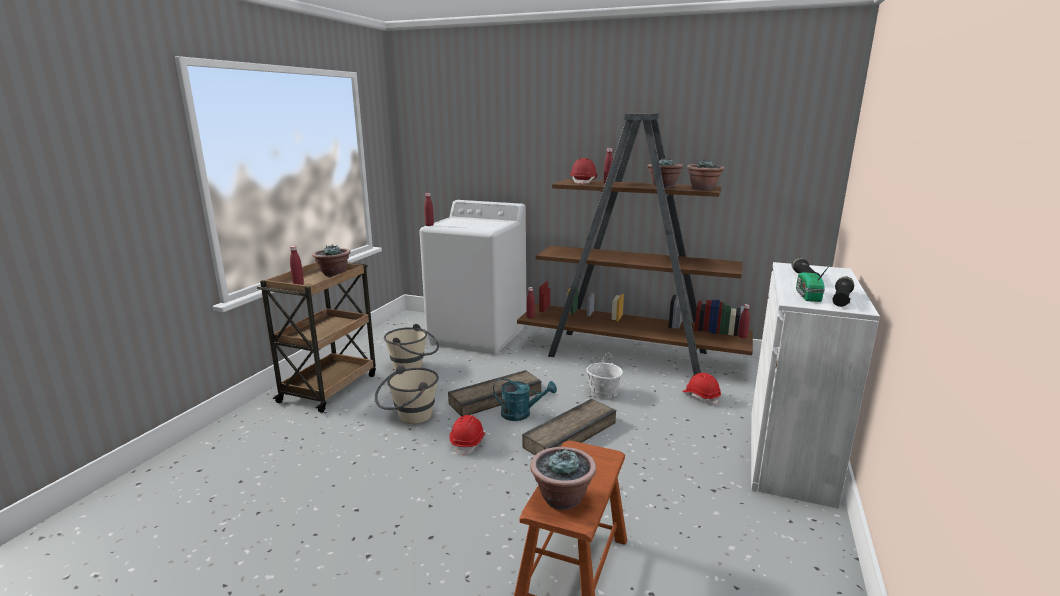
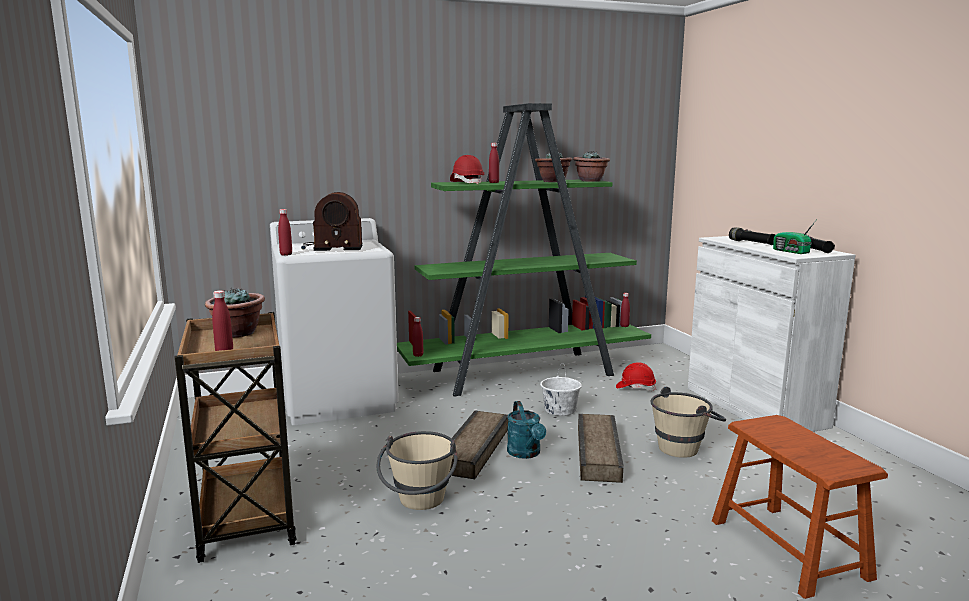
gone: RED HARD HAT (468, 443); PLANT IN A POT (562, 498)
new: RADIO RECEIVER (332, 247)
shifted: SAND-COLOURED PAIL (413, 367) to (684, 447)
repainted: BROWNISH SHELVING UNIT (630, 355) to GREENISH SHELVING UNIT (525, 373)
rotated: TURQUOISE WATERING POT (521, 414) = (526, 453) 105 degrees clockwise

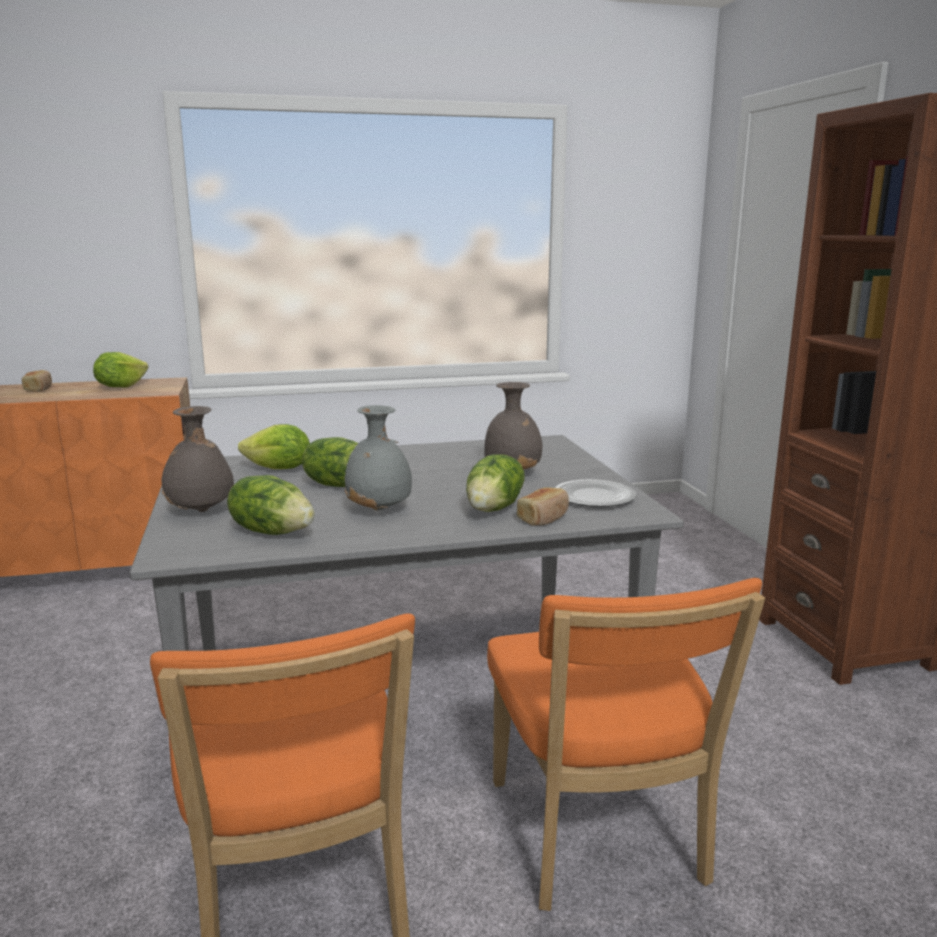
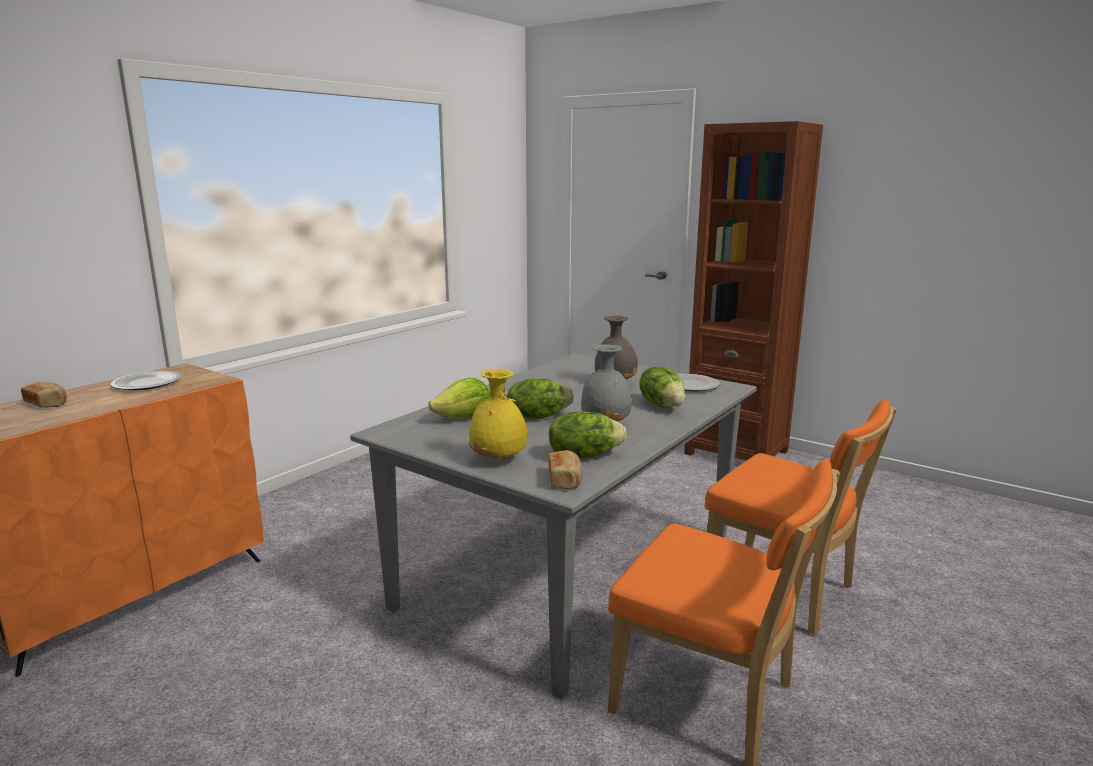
shifted: BAKED BREAD (544, 518) to (565, 480)
swapped: HEAD OF LETTUCE (120, 386) to DINNER PLATE (146, 383)
repainted: GREYISH VASE (201, 511) to YELLOWISH VASE (499, 459)

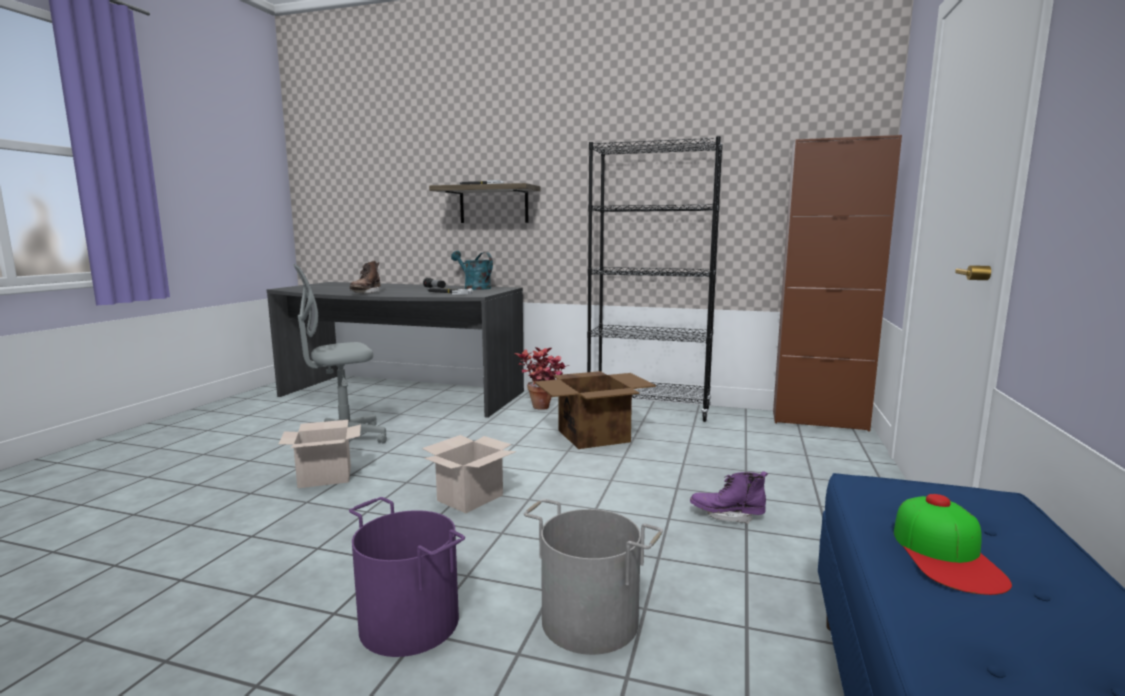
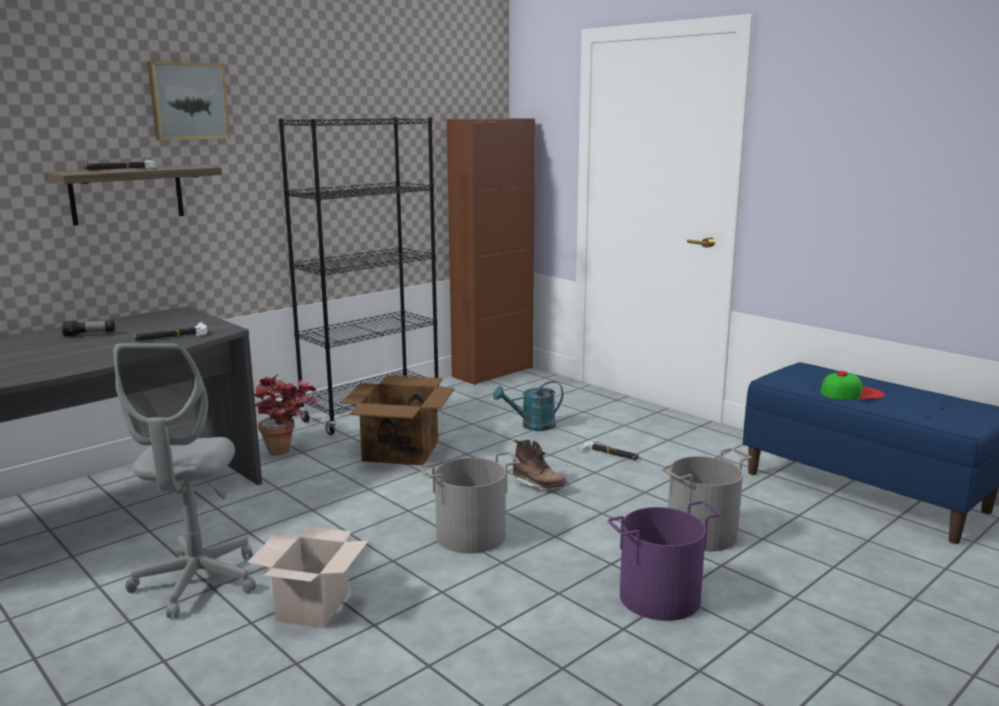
new: PICTURE (188, 101)
shifted: BROWNISH HIGH-TOP BOOT (366, 293) to (538, 486); TURQUOISE WATERING POT (474, 288) to (532, 426)
swapped: CARTON (470, 497) to GREYISH PAIL (470, 535); PURPLE HIGH-TOP BOOT (727, 516) to HAND HAMMER (609, 454)
rotated: BASEBALL CAP (946, 555) = (851, 393) 45 degrees counterclockwise

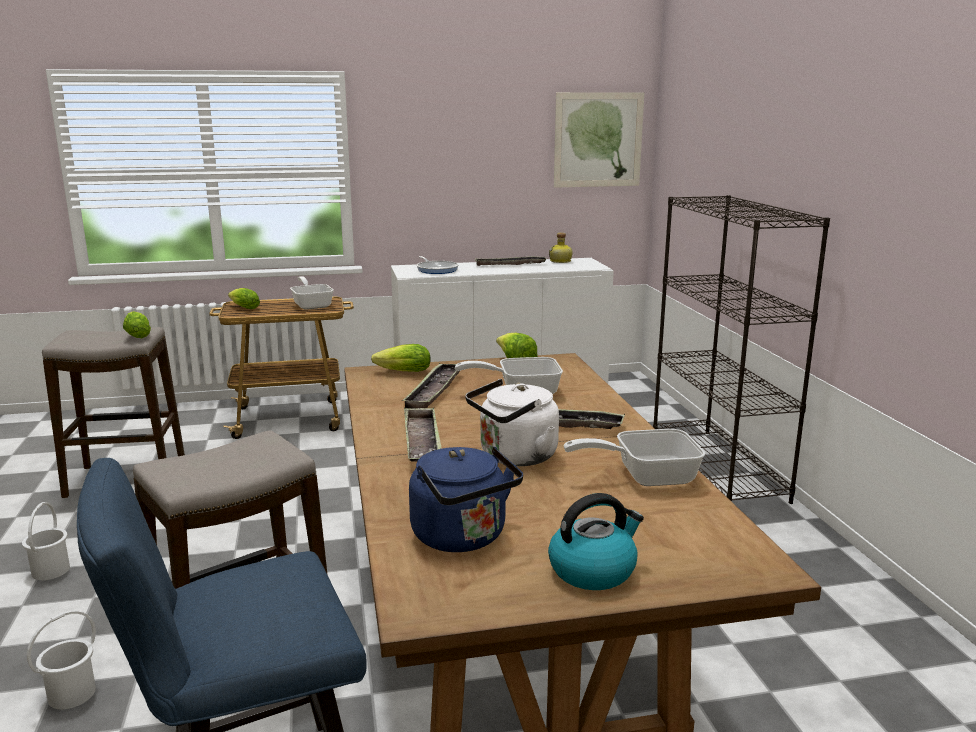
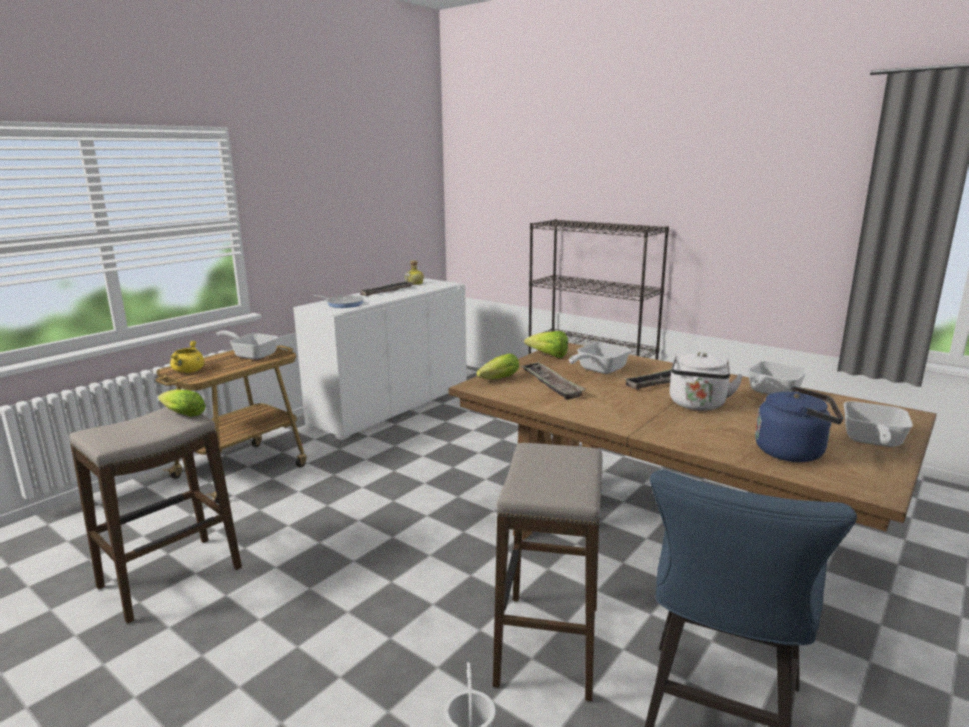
gone: WHITE PAIL (50, 571); TRAY (422, 442); PICTURE (598, 140)
swapped: HEAD OF LETTUCE (243, 308) to YELLOWISH SAUCEPOT (189, 371); TEA KETTLE (593, 570) to FRYING PAN (871, 442)

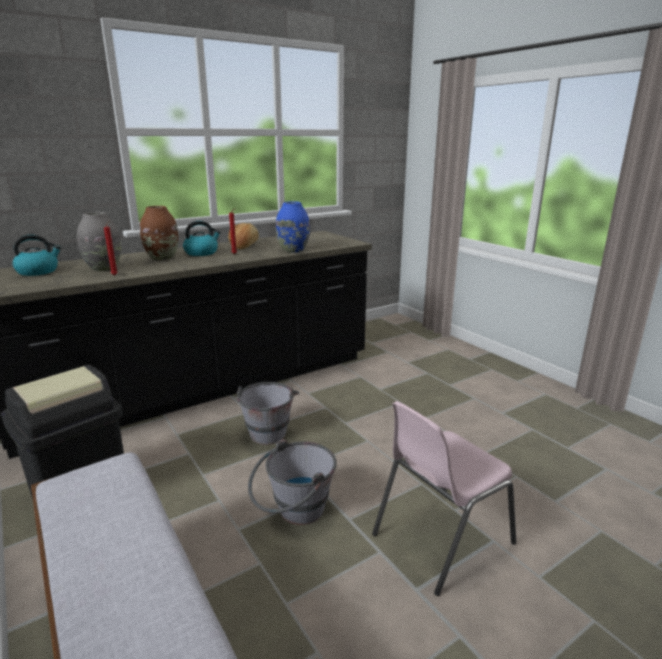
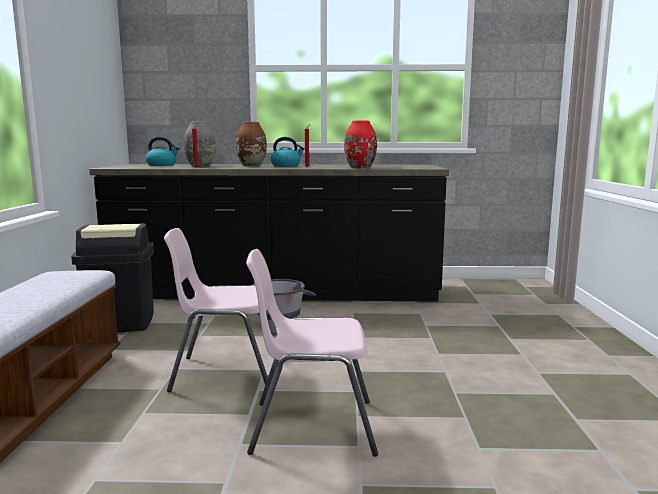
gone: BAKED BREAD (244, 246)
swapped: GREYISH PAIL (293, 513) to PINK UPRIGHT CHAIR (224, 373)
repainted: BLUE VASE (293, 250) to RED VASE (360, 168)

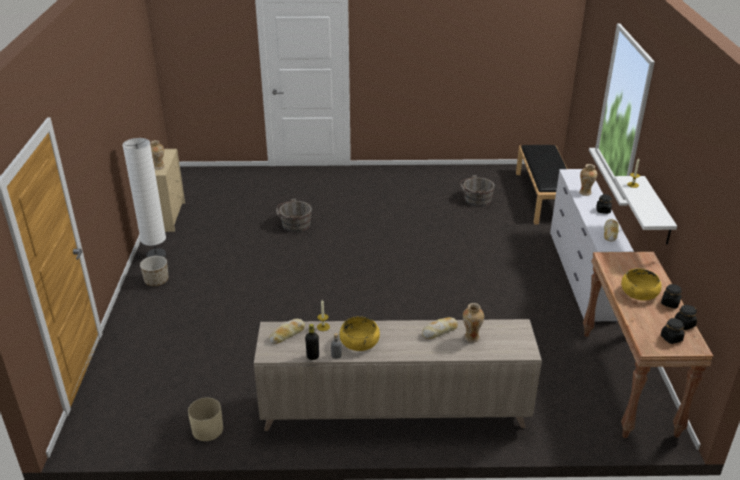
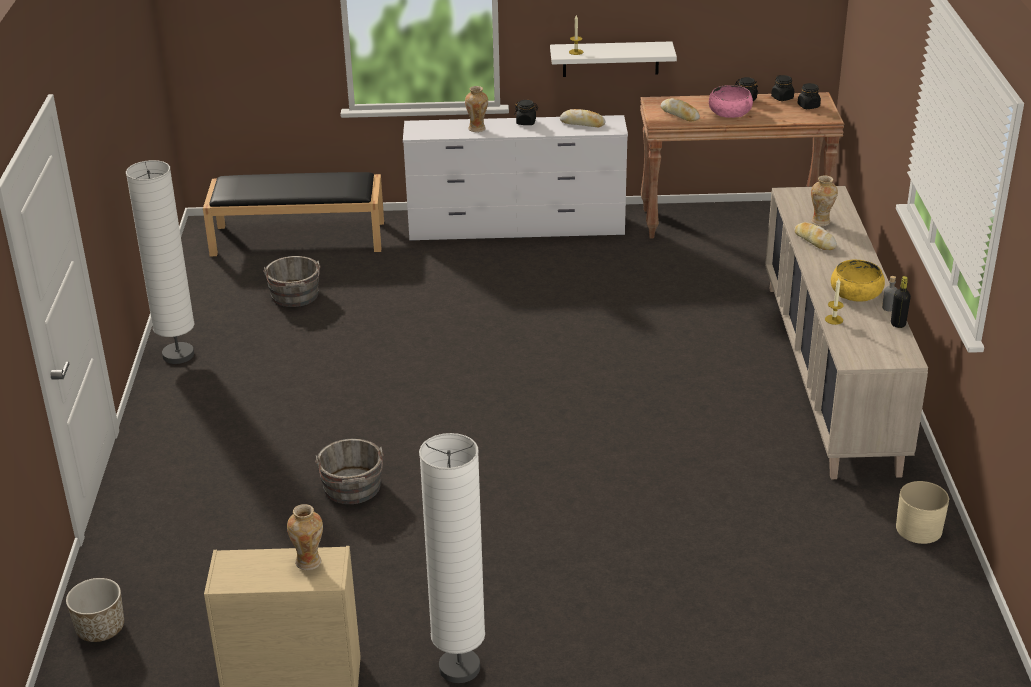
new: WHITE FLOOR LAMP (178, 355)
shifted: PLANT POT (156, 281) to (100, 628); BAKED BREAD (287, 334) to (679, 114)
repainted: YELLOWISH SERVING BOWL (639, 293) to PINK SERVING BOWL (730, 112)

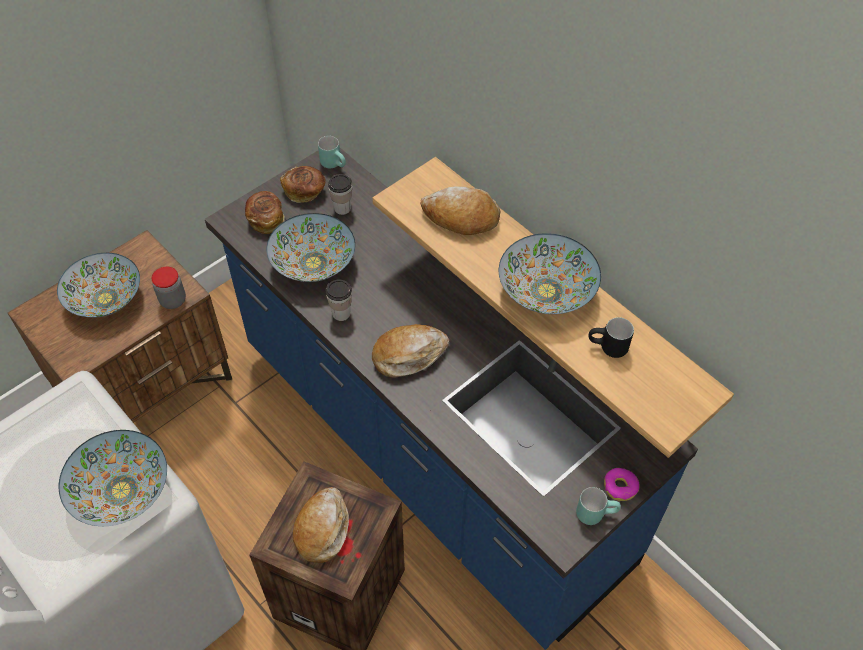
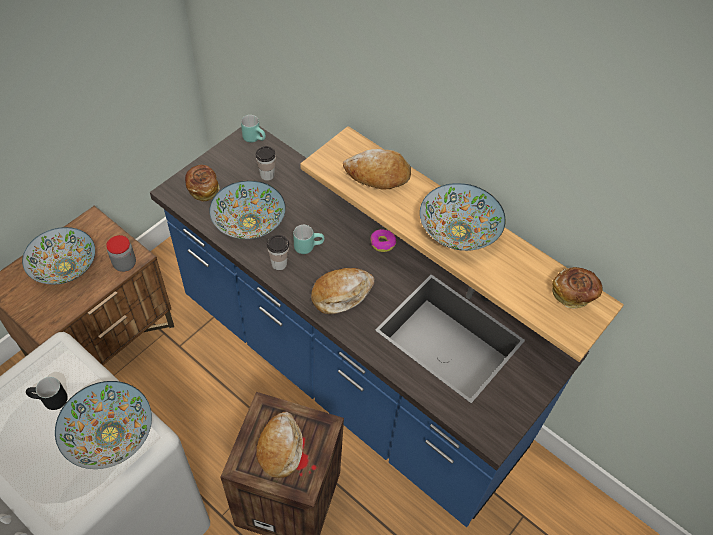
shifted: BAKED BREAD (305, 191) to (573, 293); TURQUOISE TEA MUG (595, 512) to (308, 246); BLACKISH TEA MUG (607, 349) to (50, 401); DOUGHNUT (620, 487) to (382, 243)

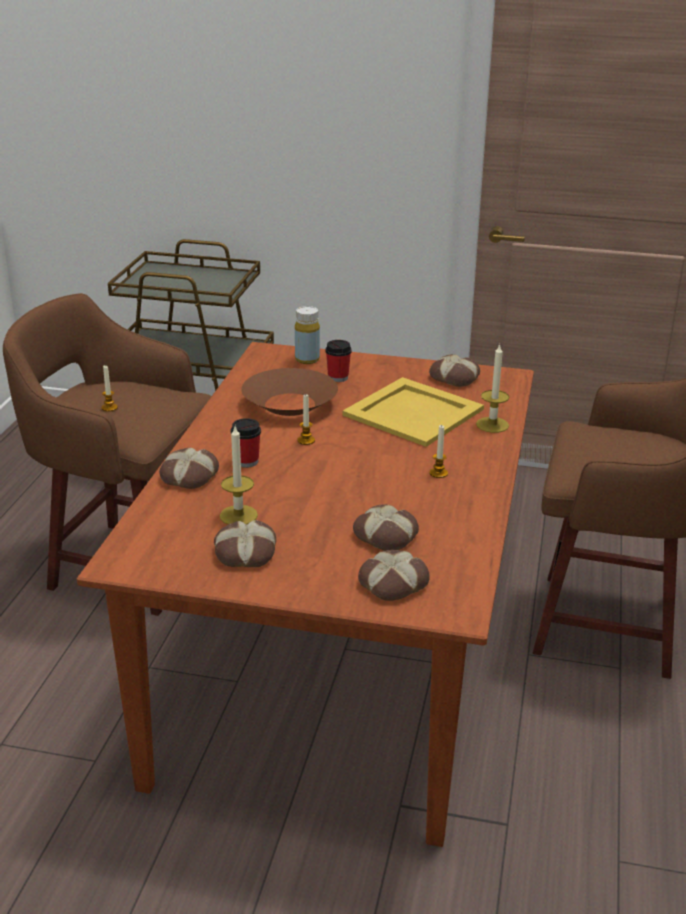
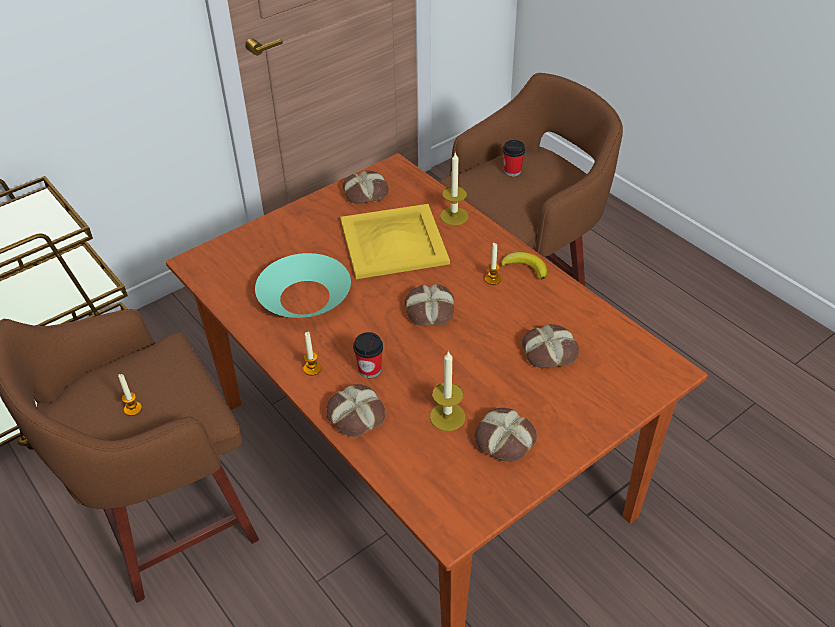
gone: YELLOWISH BOTTLE (307, 359)
new: BANANA FRUIT (525, 267)
shifted: WAX LIGHT (306, 440) to (312, 369); DRINKING CUP (338, 377) to (512, 171); BAKED BREAD (392, 582) to (429, 310)
repainted: BROWNISH SERVING BOWL (289, 404) to TURQUOISE SERVING BOWL (304, 297)

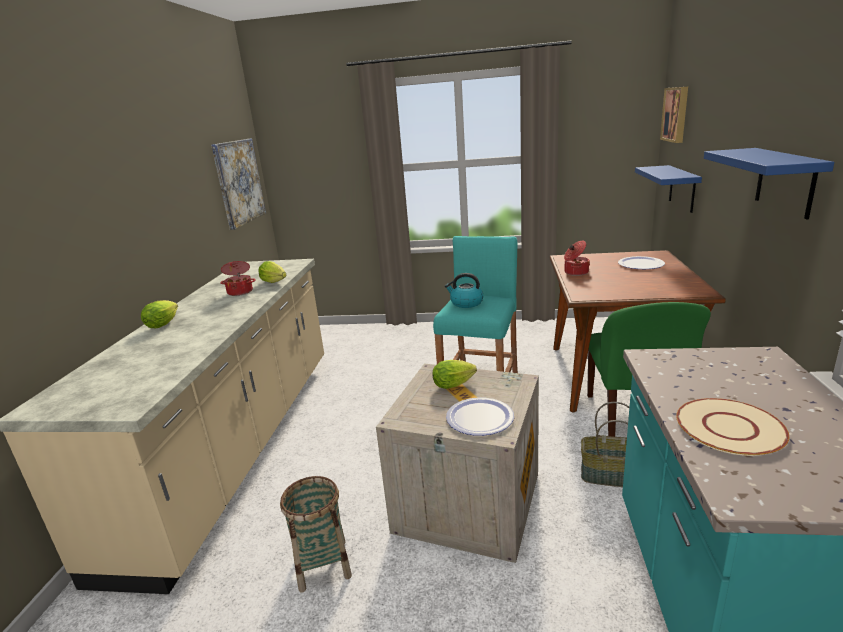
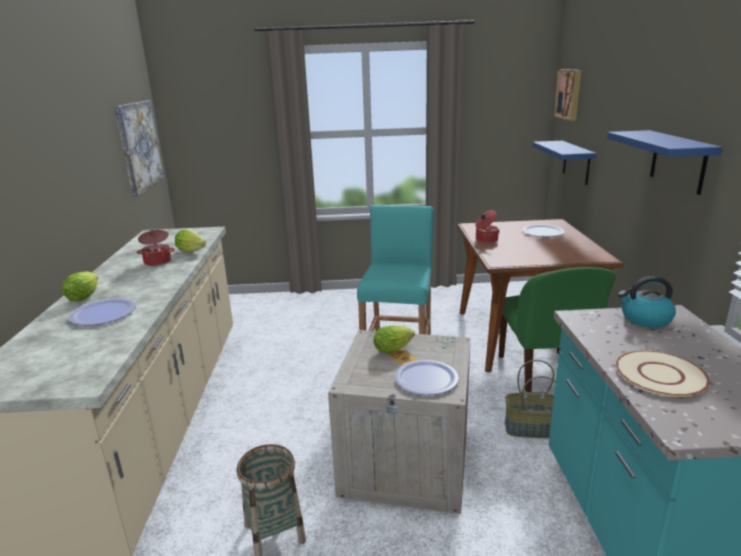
new: DINNER PLATE (103, 314)
shifted: TEA KETTLE (466, 303) to (645, 319)

